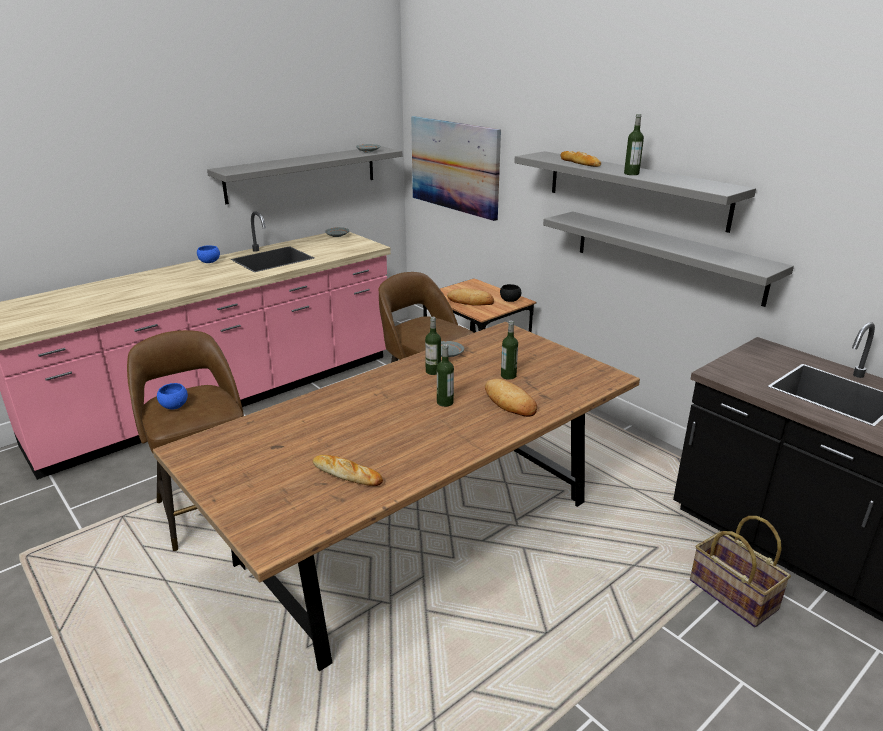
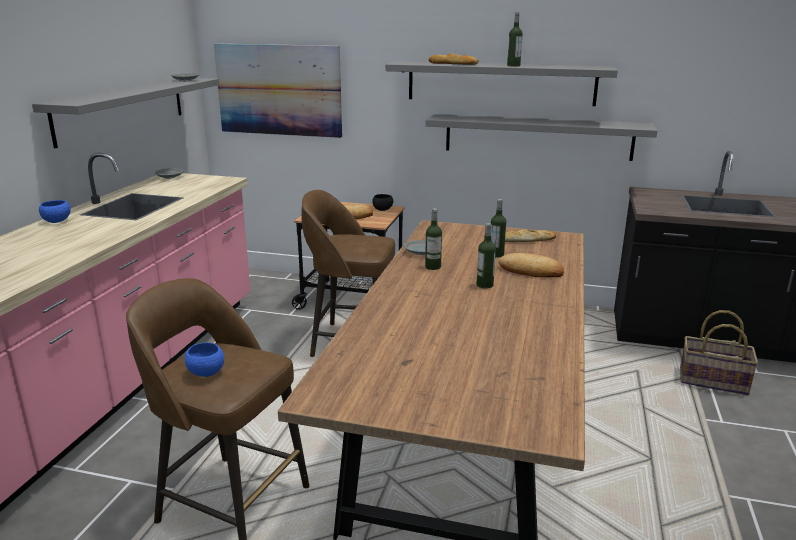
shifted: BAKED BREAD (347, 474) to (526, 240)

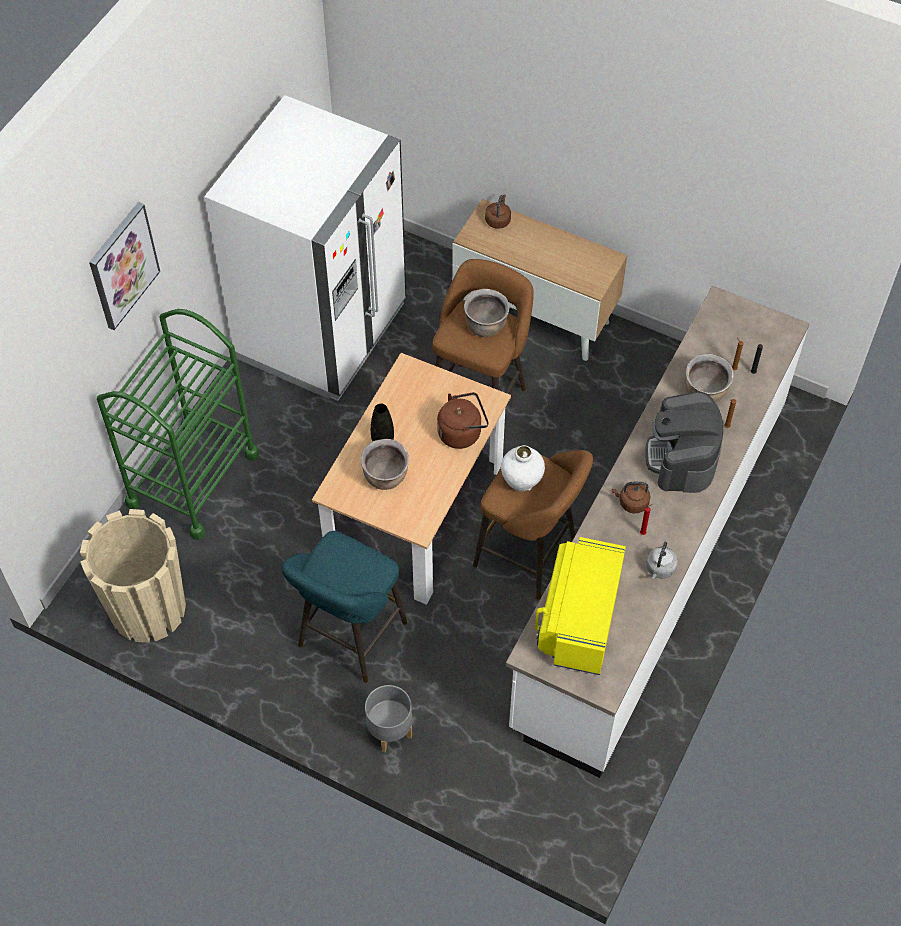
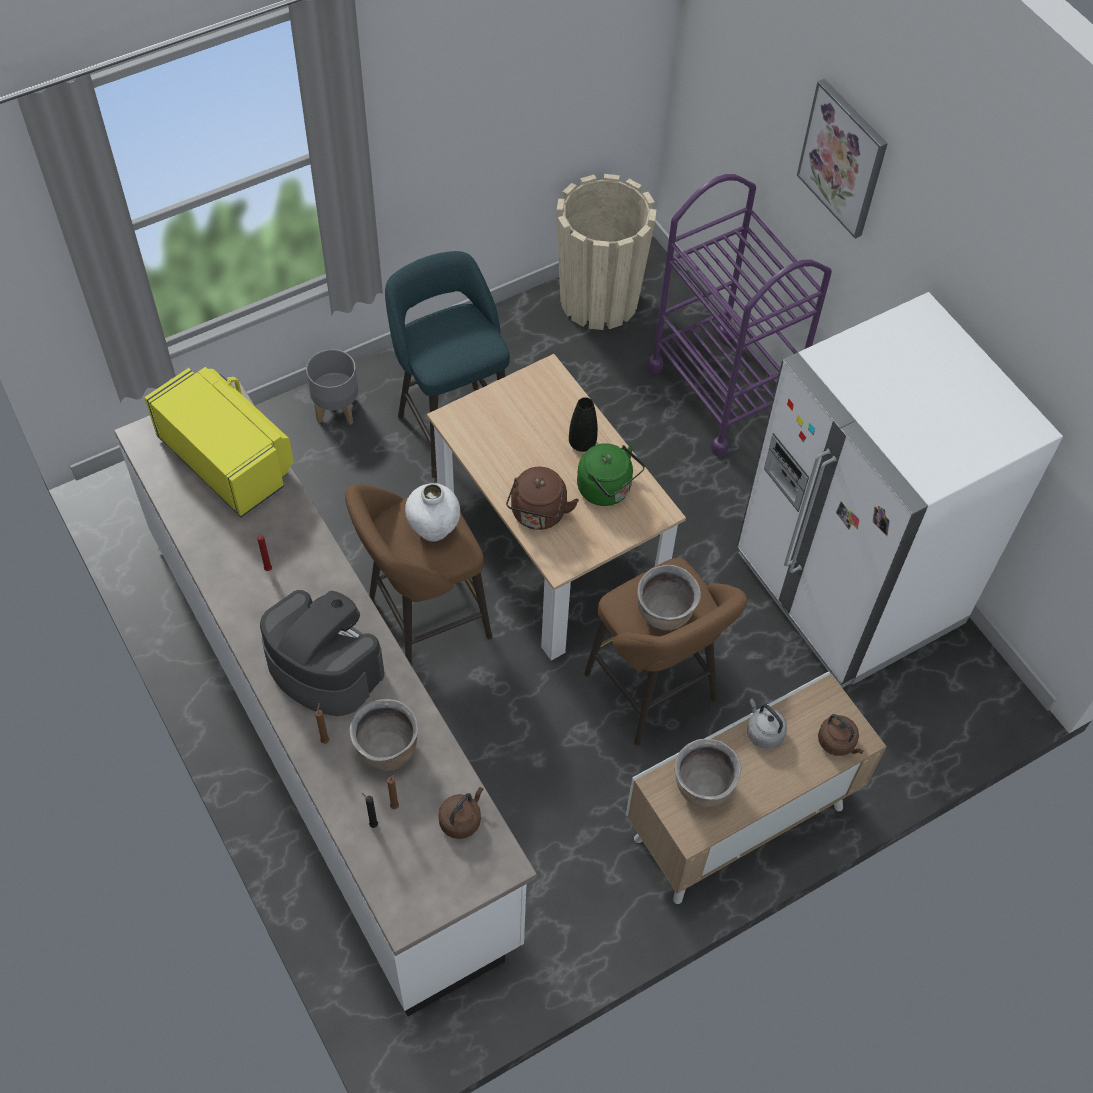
new: GREENISH TEA KETTLE (607, 490)
shifted: BROWNISH SAUCEPOT (386, 477) to (703, 788); BROWNISH TEA KETTLE (631, 503) to (461, 820); GREYISH TEA KETTLE (659, 569) to (763, 732)
repainted: GREENISH TROLLEY (193, 479) to PURPLE TROLLEY (722, 391)

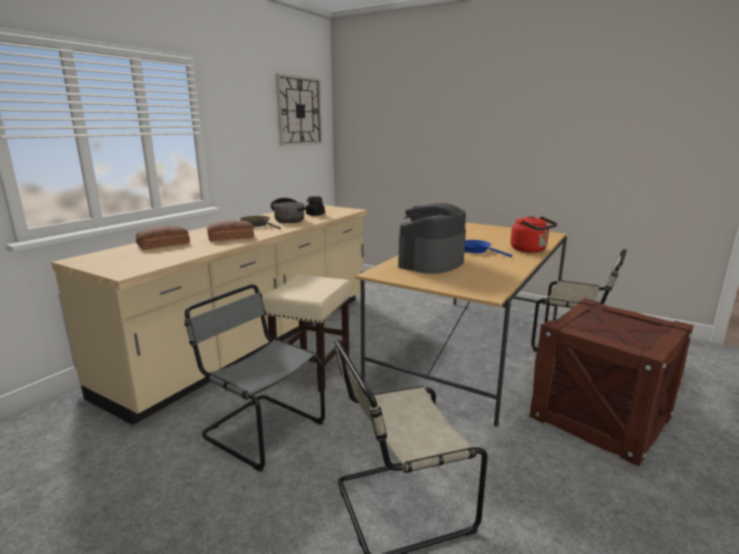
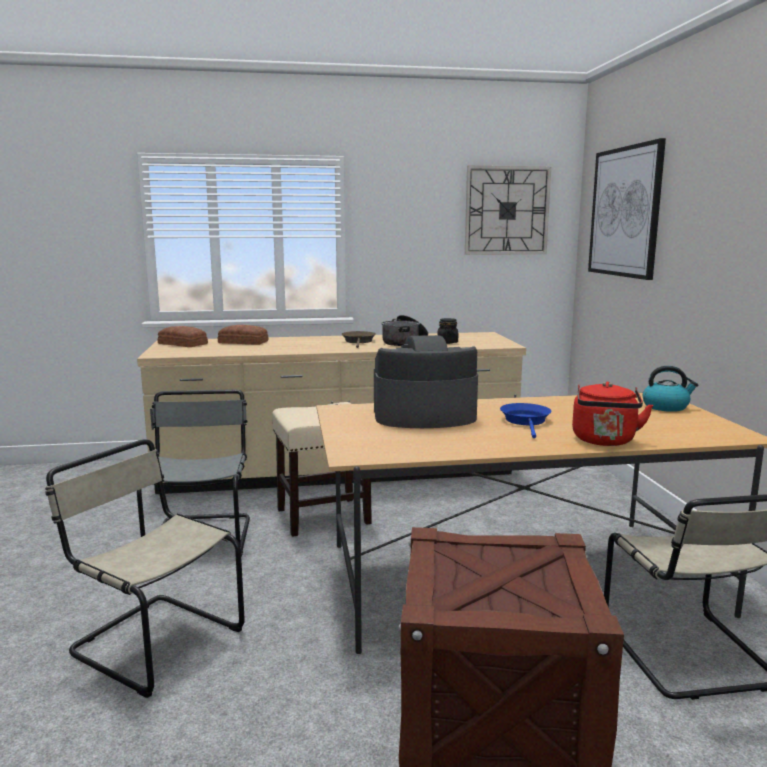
new: PICTURE (624, 212); TEA KETTLE (666, 407)
shifted: BAKED BREAD (231, 237) to (182, 344)

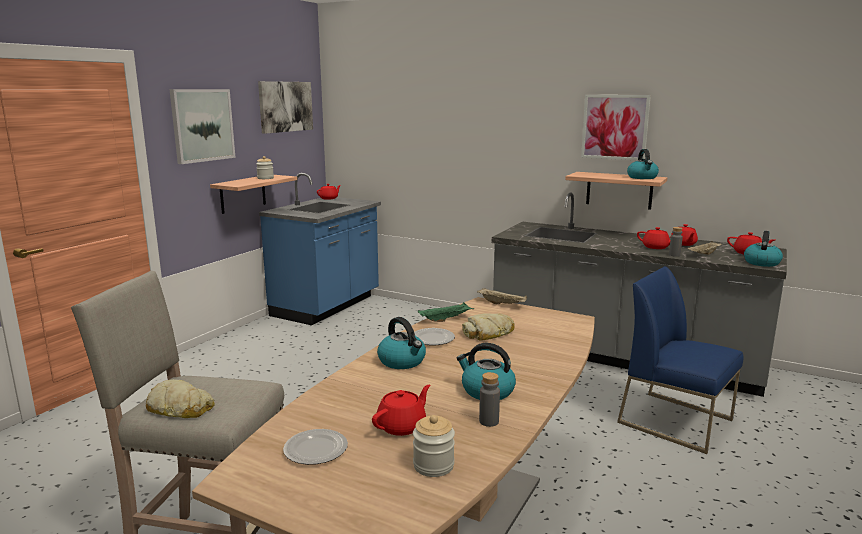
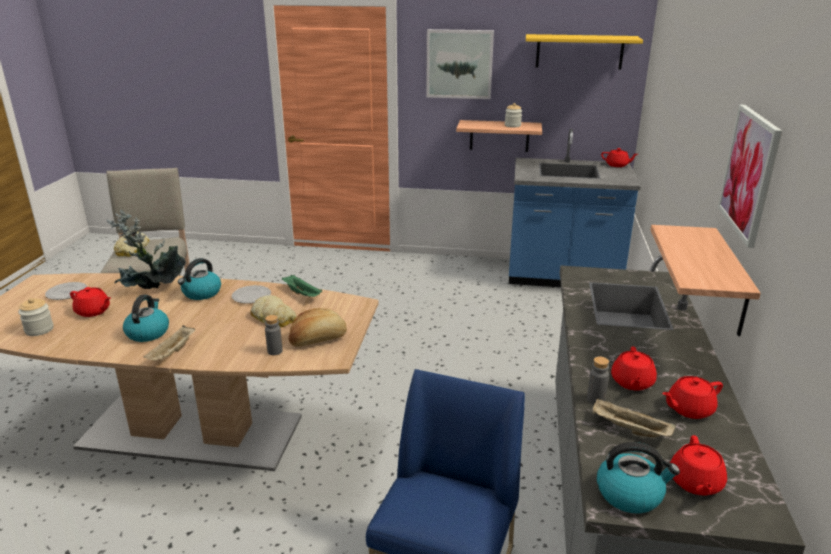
gone: TEA KETTLE (642, 177)
new: PLANT IN A POT (152, 292); BAKED BREAD (318, 339)
shifted: SAND-COLOURED TRAY (502, 304) to (172, 353); GREYISH BOTTLE (489, 421) to (275, 351)
swapped: PICTURE (285, 106) to YELLOWISH WALL SHELF (579, 51)

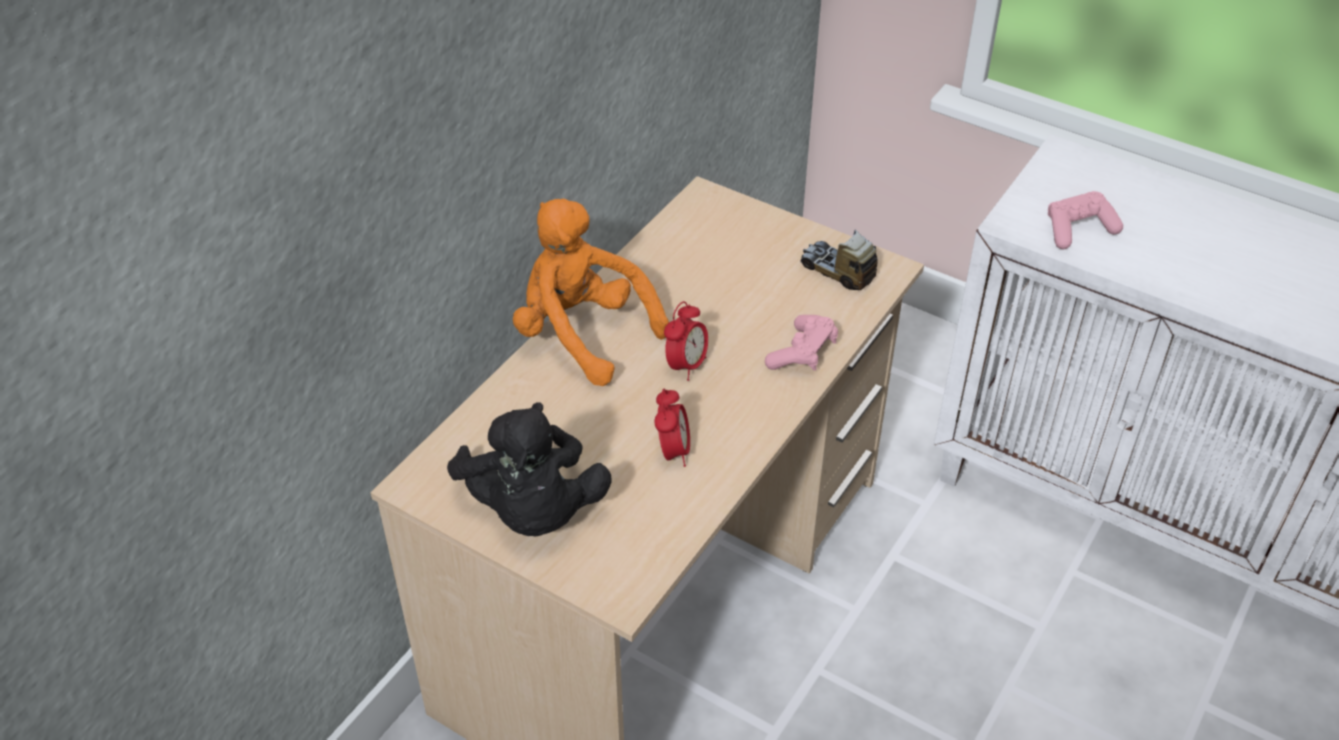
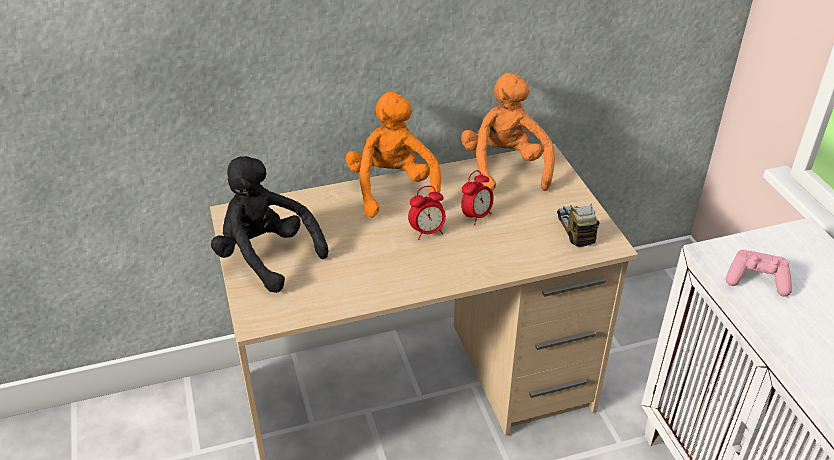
gone: PINK GAME CONTROLLER (802, 354)
new: ORANGE CUDDLY TOY (505, 168)
shifted: ALARM CLOCK (672, 452) to (476, 216)
rotated: BLACKISH CUDDLY TOY (532, 511) = (266, 256) 105 degrees clockwise

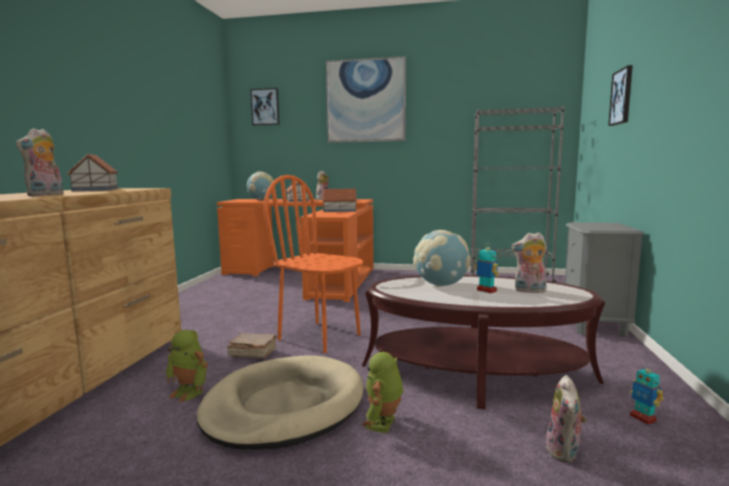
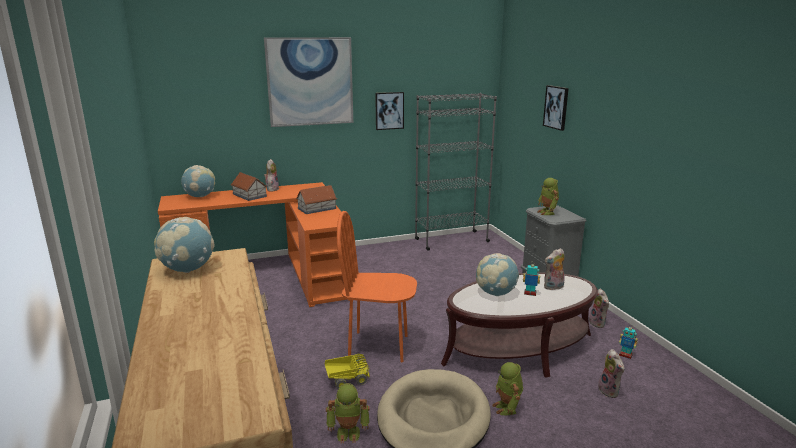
new: TOY ROBOT (547, 212)
shifted: CUDDLY TOY (46, 195) to (598, 323); PICTURE (265, 107) to (389, 110)
swapped: MINIATURE HOUSE (96, 189) to WORLD GLOBE (188, 269); BROWNISH BOUND BOOK (252, 353) to MODEL TRUCK (346, 380)

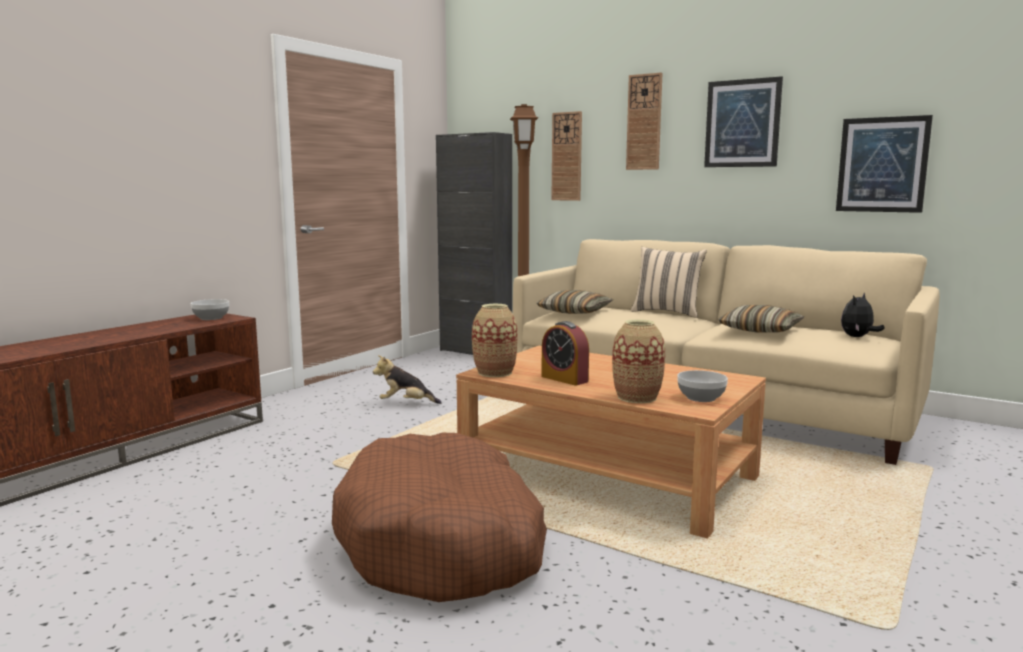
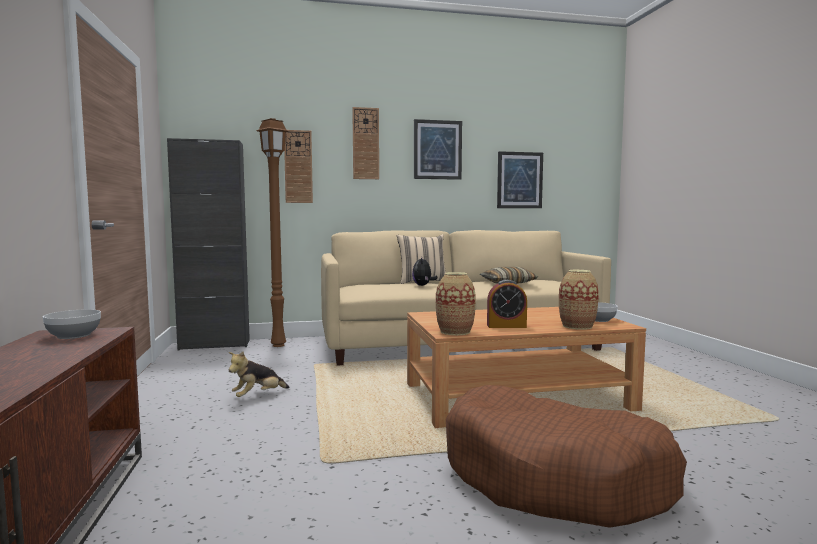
gone: THROW PILLOW (574, 312)
shifted: CUDDLY TOY (858, 337) to (423, 285)

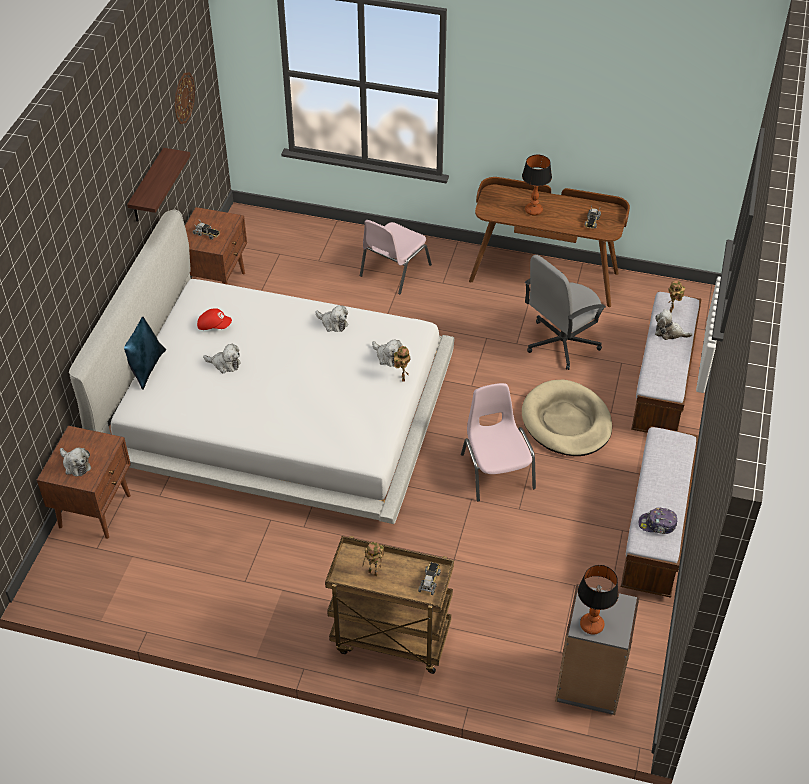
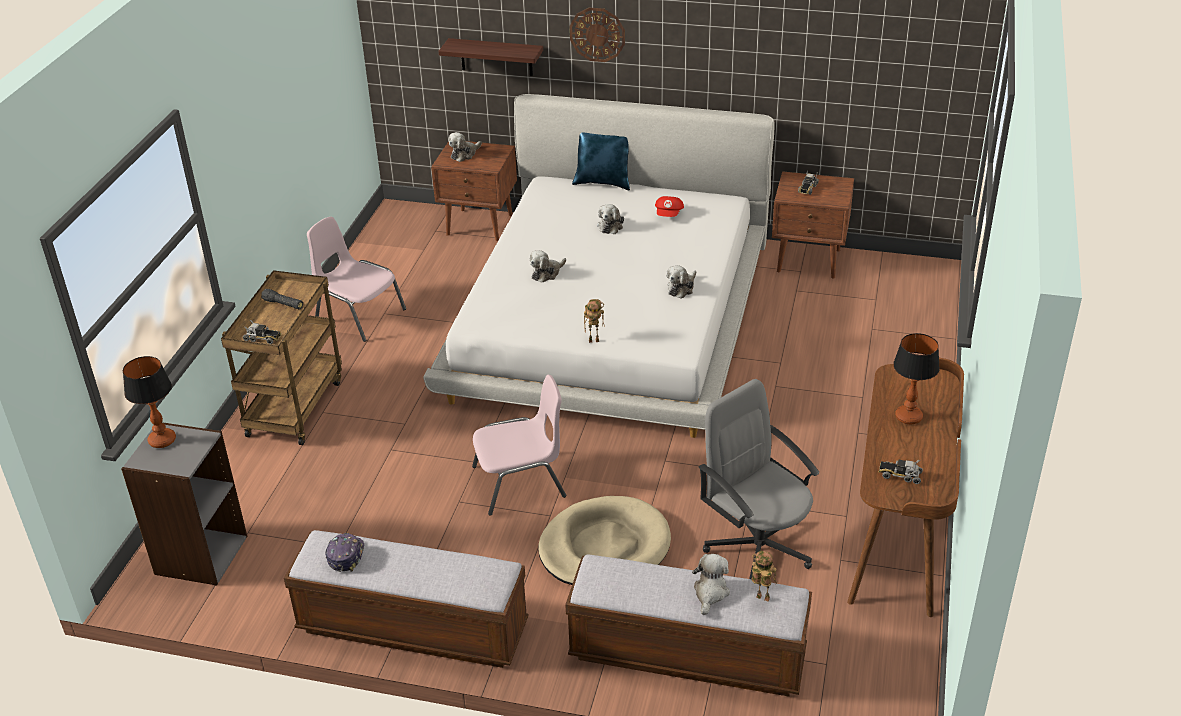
shifted: WALL SHELF (147, 187) to (496, 57); HANGING CLOCK (183, 98) to (597, 34); PINK UPRIGHT CHAIR (393, 271) to (359, 315); CUDDLY TOY (388, 357) to (547, 273)
swapped: TOY ROBOT (374, 572) to BLACKISH TORCH (283, 304)

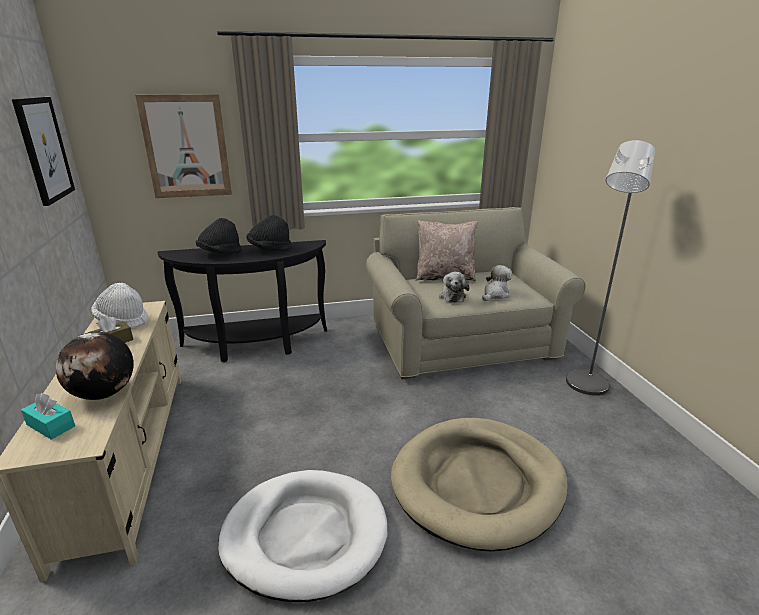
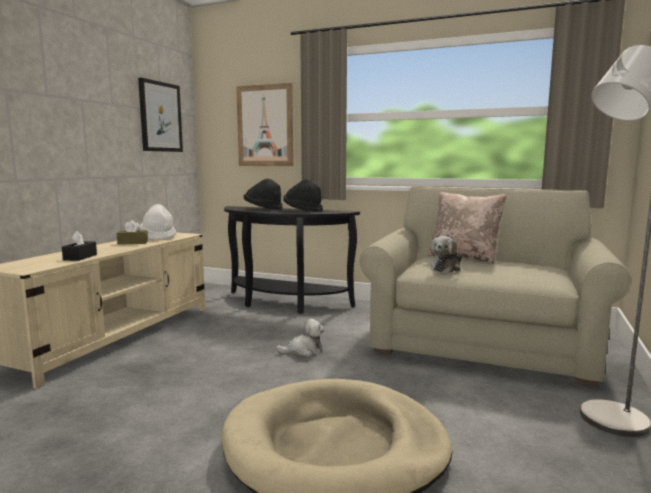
gone: TURQUOISE TISSUE HOLDER (51, 425); WHITE PET BED (305, 535)
shifted: CUDDLY TOY (495, 294) to (303, 350)
swapped: WORLD GLOBE (104, 394) to BLACKISH TISSUE HOLDER (80, 257)

